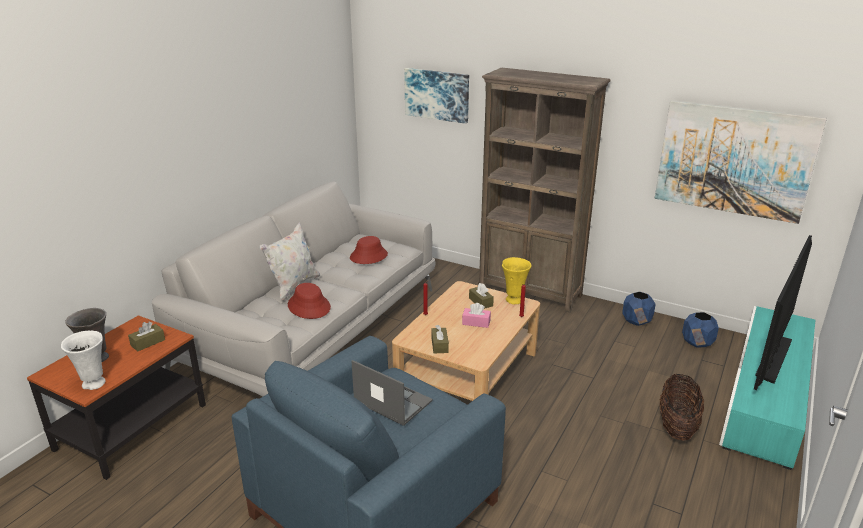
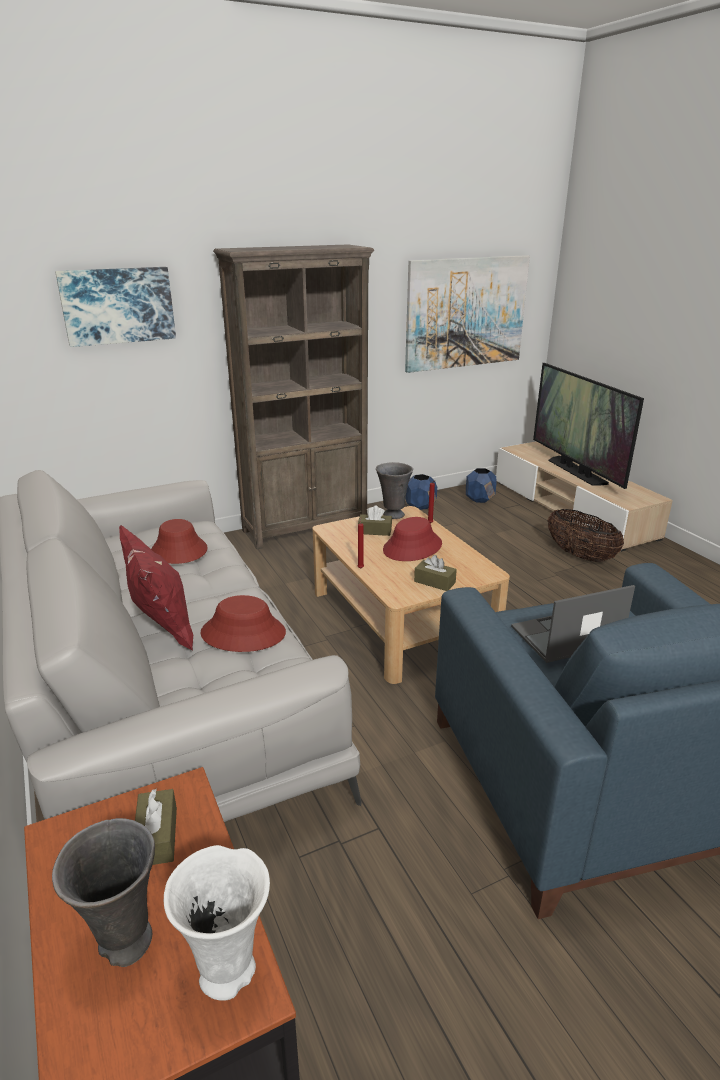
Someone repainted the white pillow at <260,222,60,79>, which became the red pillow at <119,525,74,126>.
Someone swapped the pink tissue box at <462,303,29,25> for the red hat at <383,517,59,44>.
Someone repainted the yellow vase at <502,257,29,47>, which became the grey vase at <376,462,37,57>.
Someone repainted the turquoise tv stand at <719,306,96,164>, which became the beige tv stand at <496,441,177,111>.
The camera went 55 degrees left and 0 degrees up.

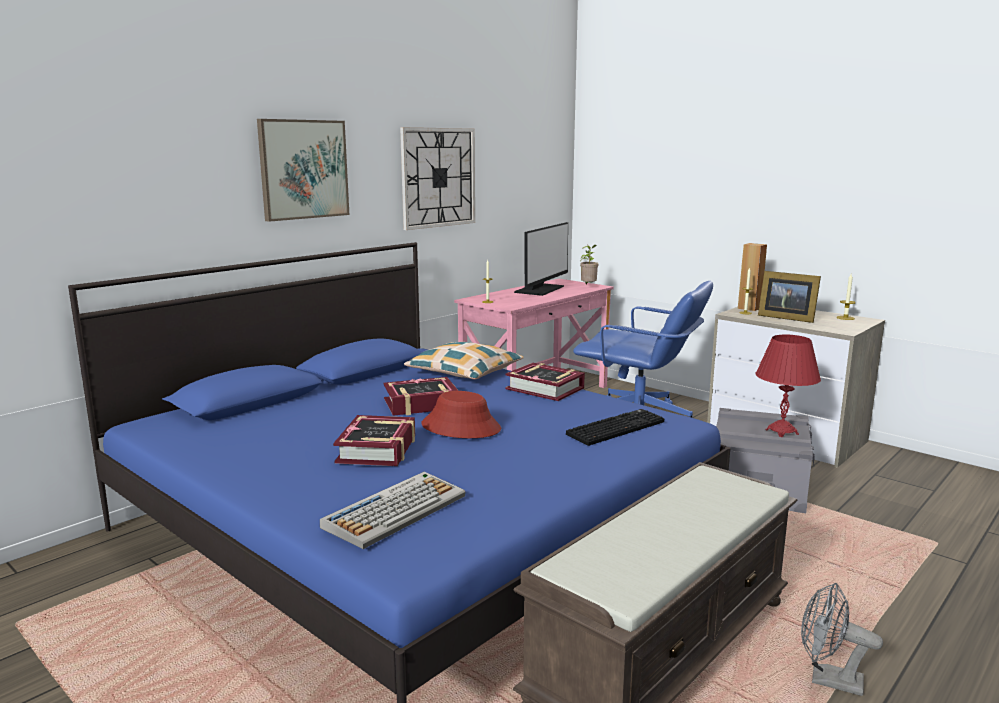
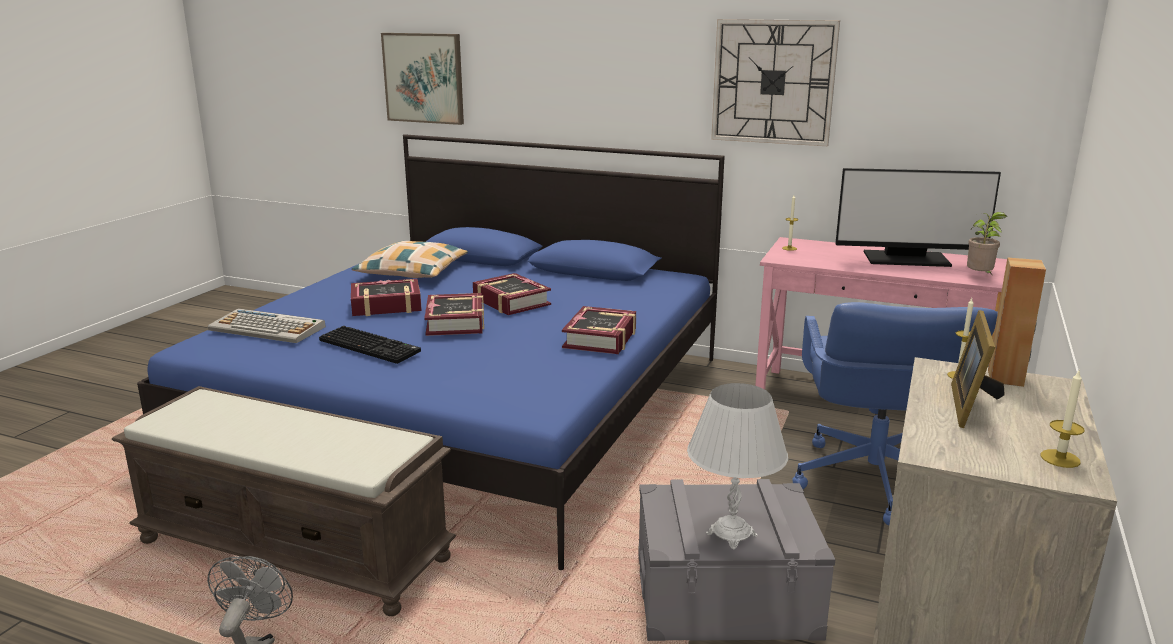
Someone carried the picture from <257,119,92,103> to <381,33,83,92>.
Someone carried the pillow from <404,342,119,37> to <352,241,116,37>.
Someone swapped the red hat at <421,391,80,47> for the book at <424,293,60,43>.
Someone carried the keyboard from <566,409,98,37> to <319,326,102,38>.
Someone repainted the red table lamp at <756,335,65,102>, which became the white table lamp at <687,383,101,166>.
The camera went 70 degrees right and 5 degrees up.

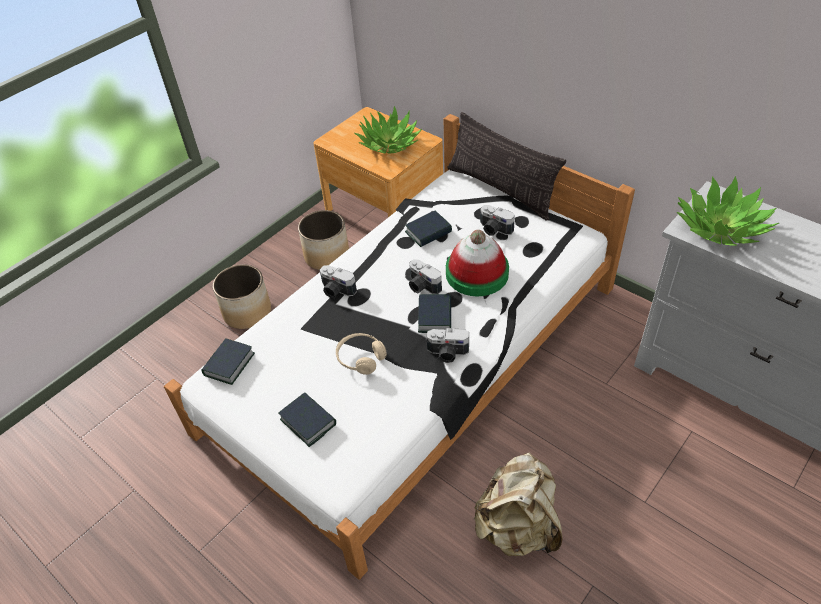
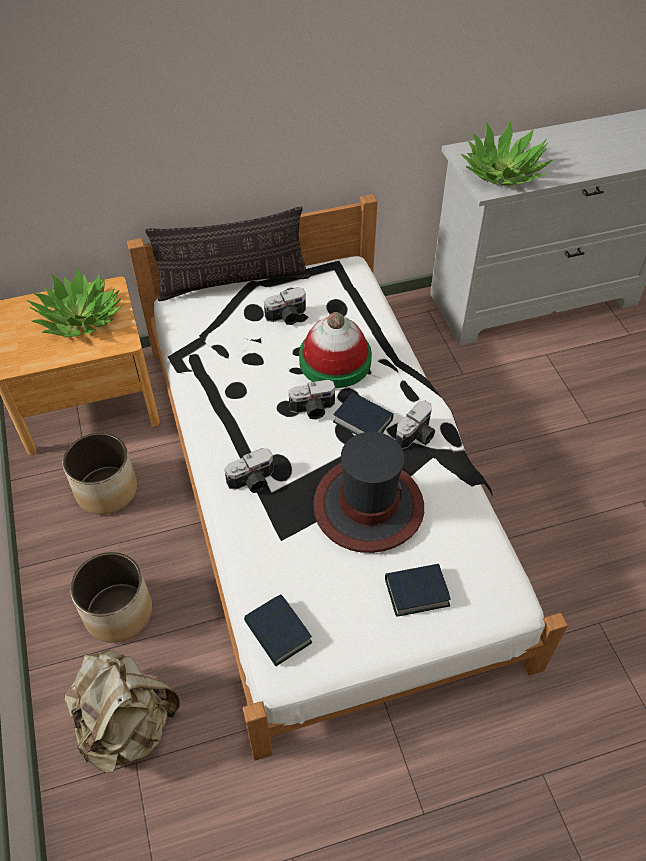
Someone swapped the beige headphones at <336,333,51,42> for the hat at <313,432,111,121>.
Someone took away the book at <405,211,47,36>.
Someone carried the beige backpack from <474,452,89,104> to <64,650,116,123>.
The camera went 60 degrees left and 5 degrees up.

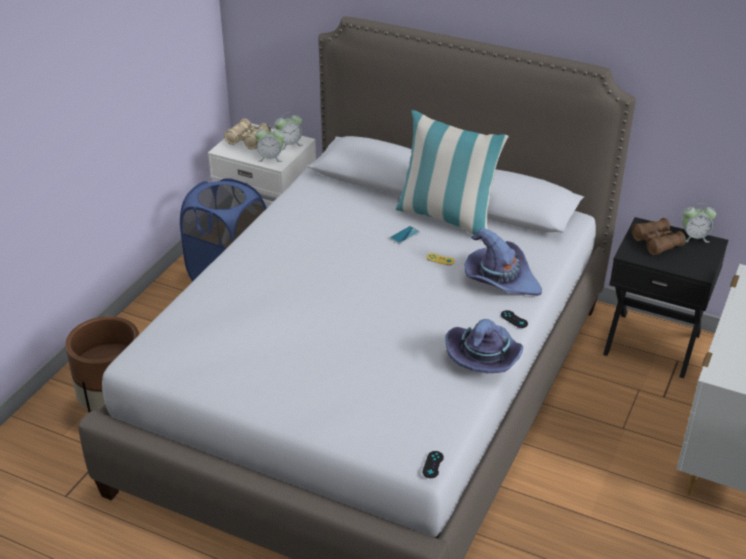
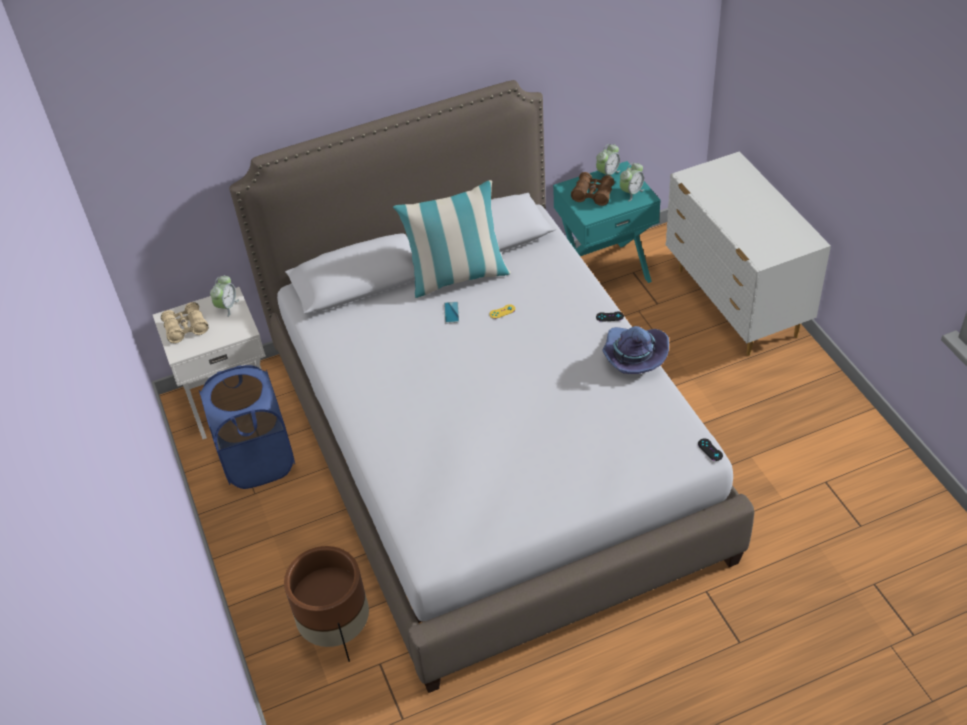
Someone carried the alarm clock from <255,125,29,37> to <620,163,24,38>.
Someone took away the purple hat at <465,228,77,68>.
Someone repainted the black nightstand at <603,217,125,161>, which became the turquoise nightstand at <553,161,108,122>.
The camera went 45 degrees left and 10 degrees up.

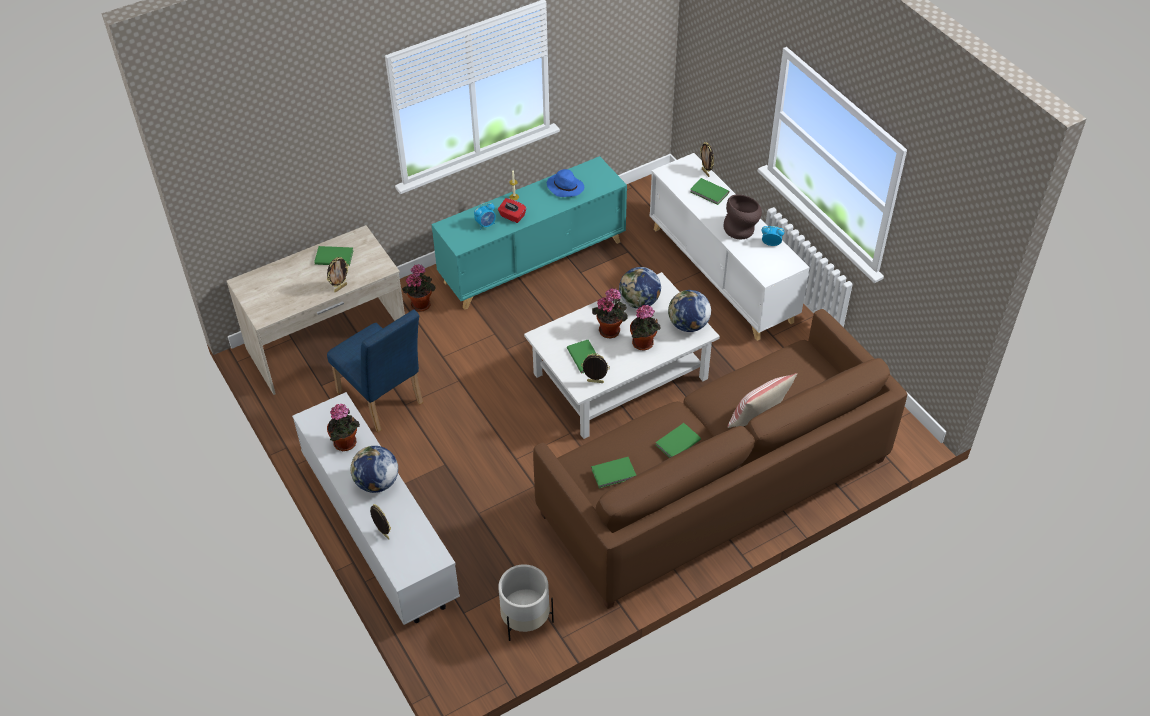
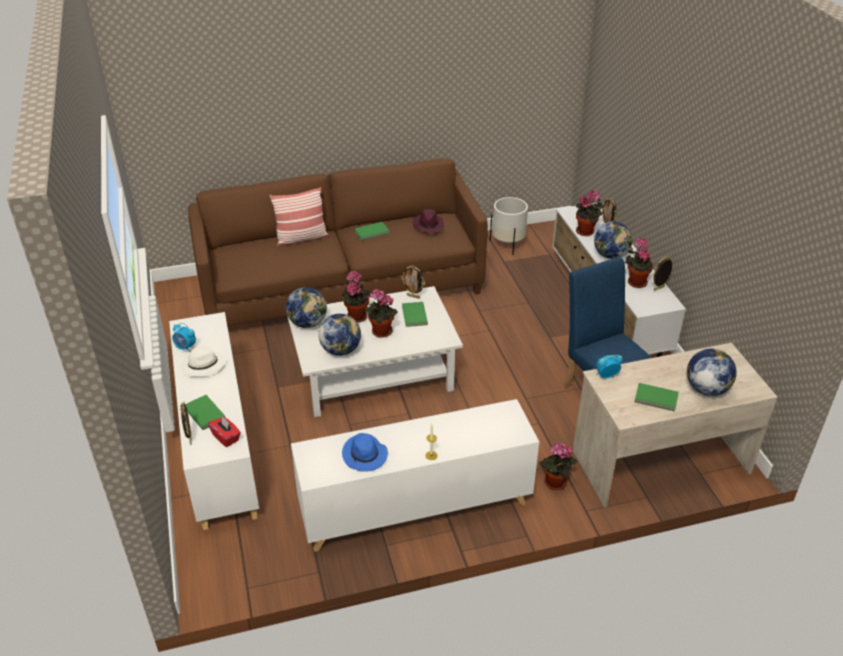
Someone carried the picture frame from <327,257,22,35> to <652,256,20,35>.
Someone repainted the turquoise cabinet at <431,156,196,154>, which became the white cabinet at <291,399,248,153>.
Someone carried the alarm clock from <474,203,22,27> to <596,355,26,23>.
Someone carried the red tissue box from <498,198,28,25> to <208,416,33,31>.
Someone swapped the green book at <591,457,45,31> for the purple hat at <412,209,32,24>.
Someone swapped the brown vase at <724,194,38,45> for the white hat at <181,346,45,31>.
Someone put down the potted plant at <576,190,27,46>.
Someone put down the globe at <687,349,50,47>.
The camera went 165 degrees left and 10 degrees down.

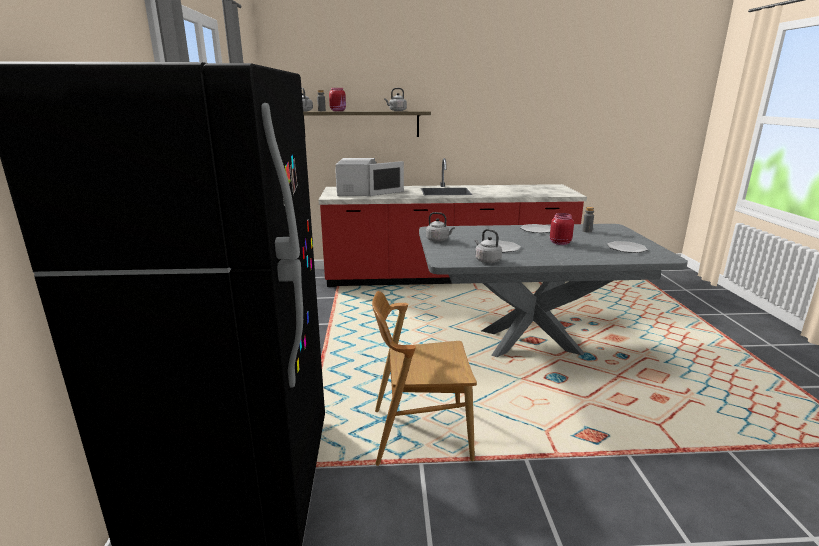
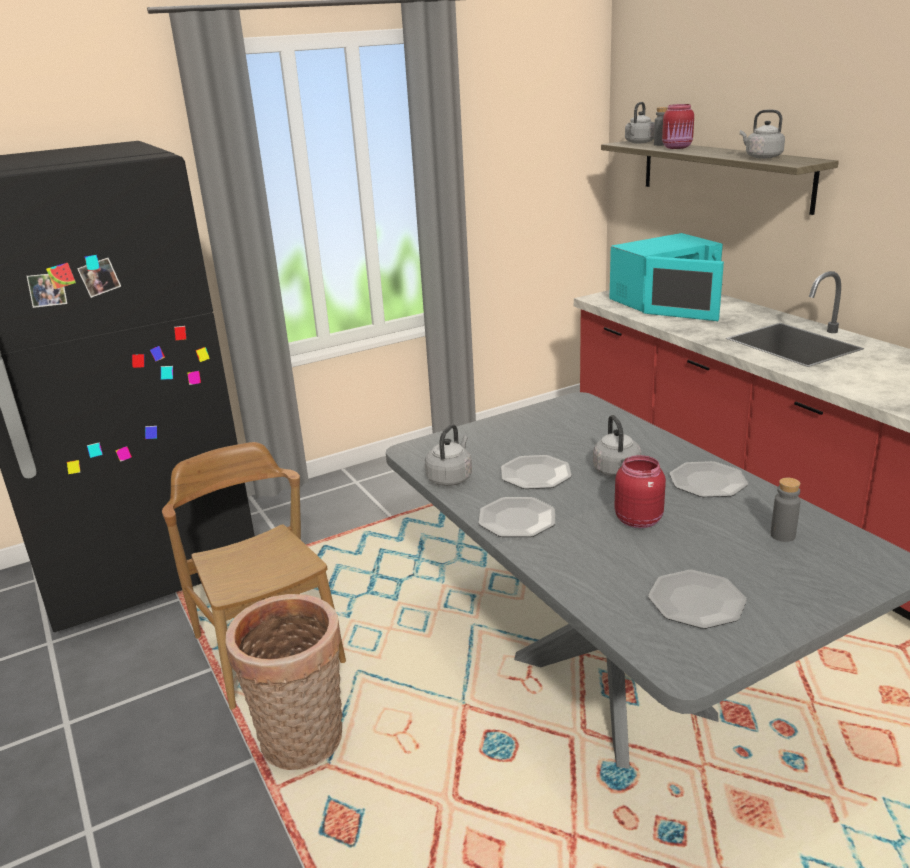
Someone repainted the white microwave at <335,158,69,38>, which became the turquoise microwave at <610,233,114,88>.
Someone carried the grey kettle from <426,212,29,30> to <593,415,48,62>.
Someone put down the basket at <225,594,118,176>.
Someone put down the plate at <479,497,76,40>.
The camera went 65 degrees right and 5 degrees up.

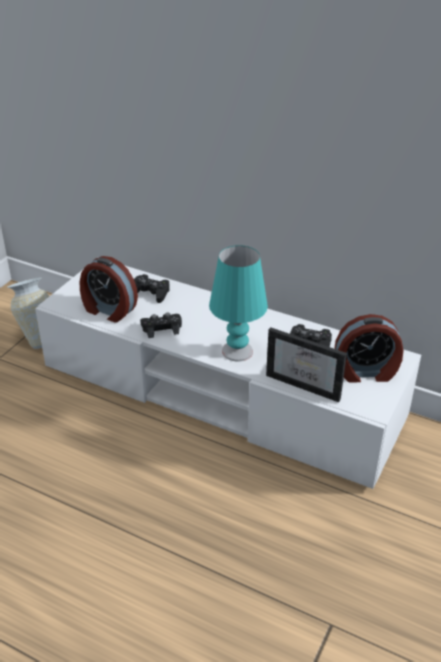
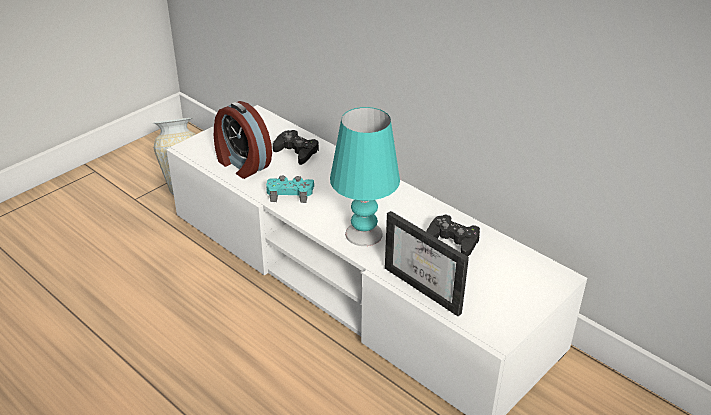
Someone repainted the black game controller at <140,313,42,25>, which became the turquoise game controller at <266,176,48,27>.
Someone took away the alarm clock at <334,314,70,69>.
The camera went 15 degrees right and 0 degrees up.

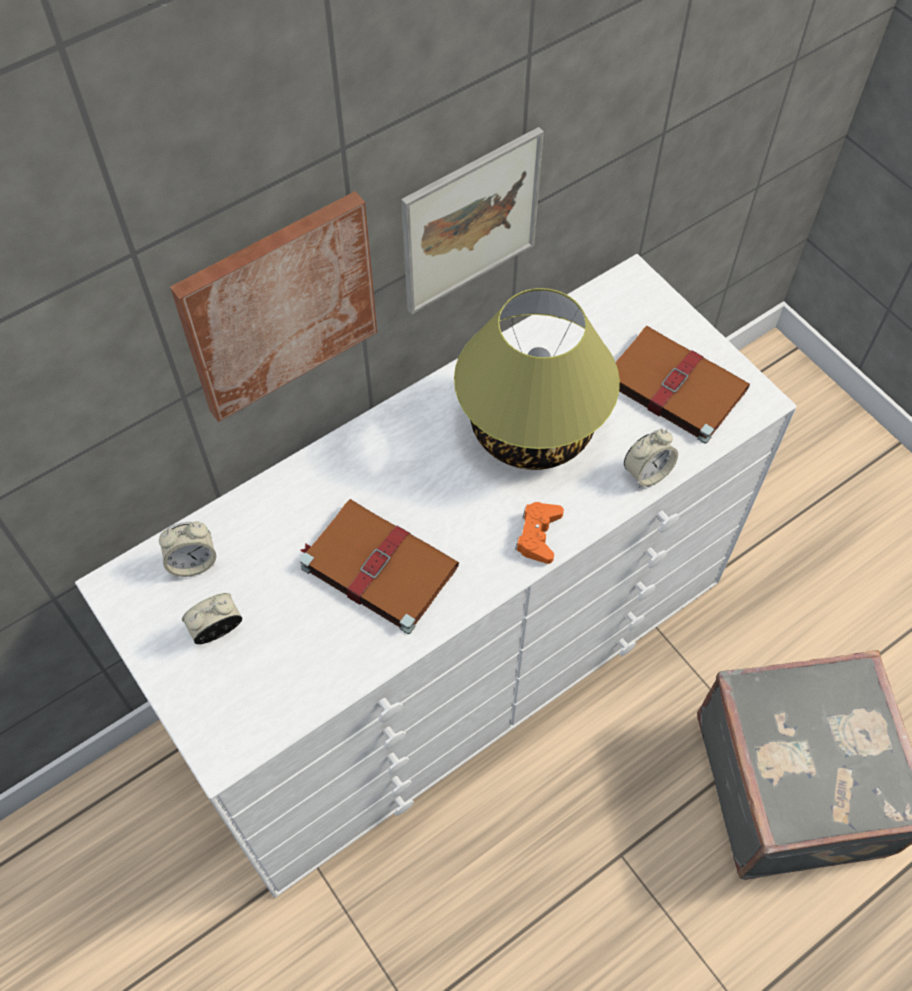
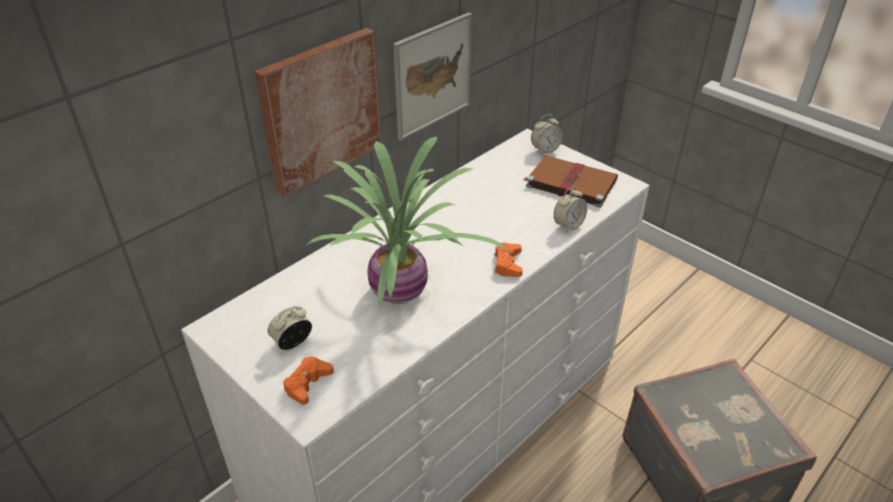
Someone carried the alarm clock from <159,521,57,56> to <531,115,32,40>.
Someone swapped the brown book at <300,499,159,135> for the potted plant at <307,137,201,170>.
Someone took away the table lamp at <454,288,166,182>.
Someone put down the orange game controller at <283,357,51,48>.
The camera went 10 degrees left and 20 degrees down.

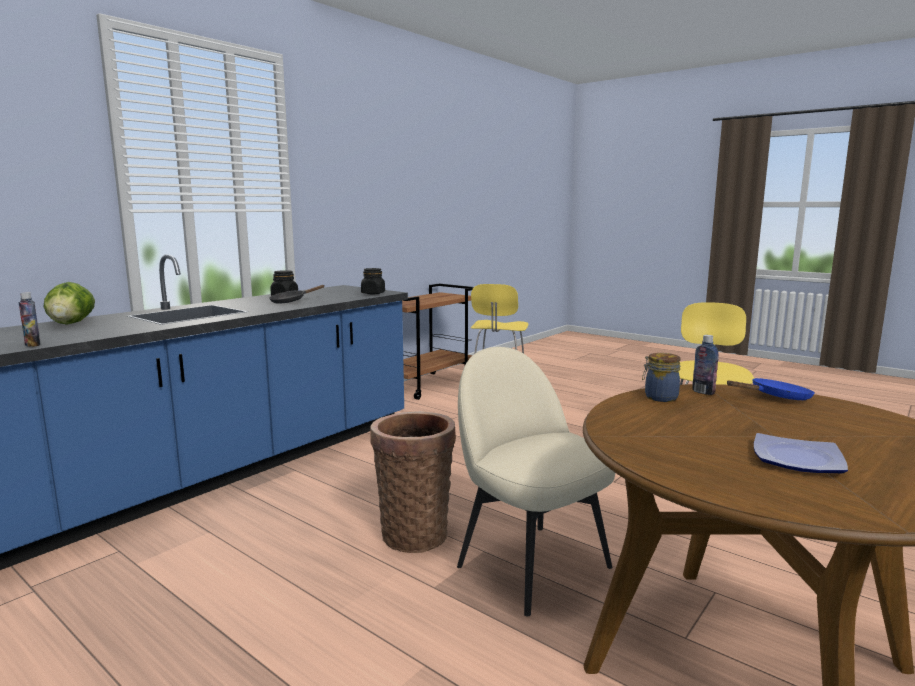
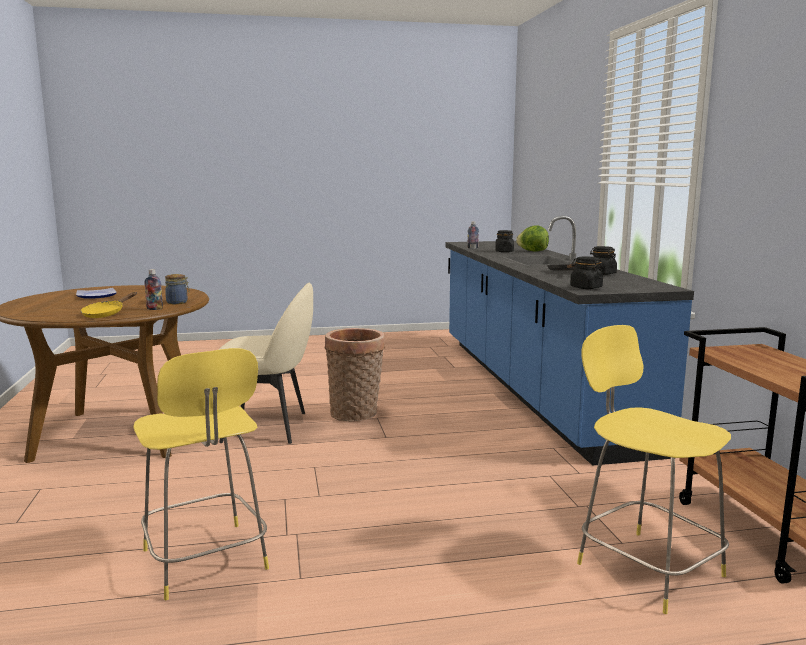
Someone repainted the blue frying pan at <727,378,88,22>, which became the yellow frying pan at <81,292,56,26>.
Someone put down the black jar at <495,230,19,23>.
The camera went 130 degrees right and 0 degrees up.

